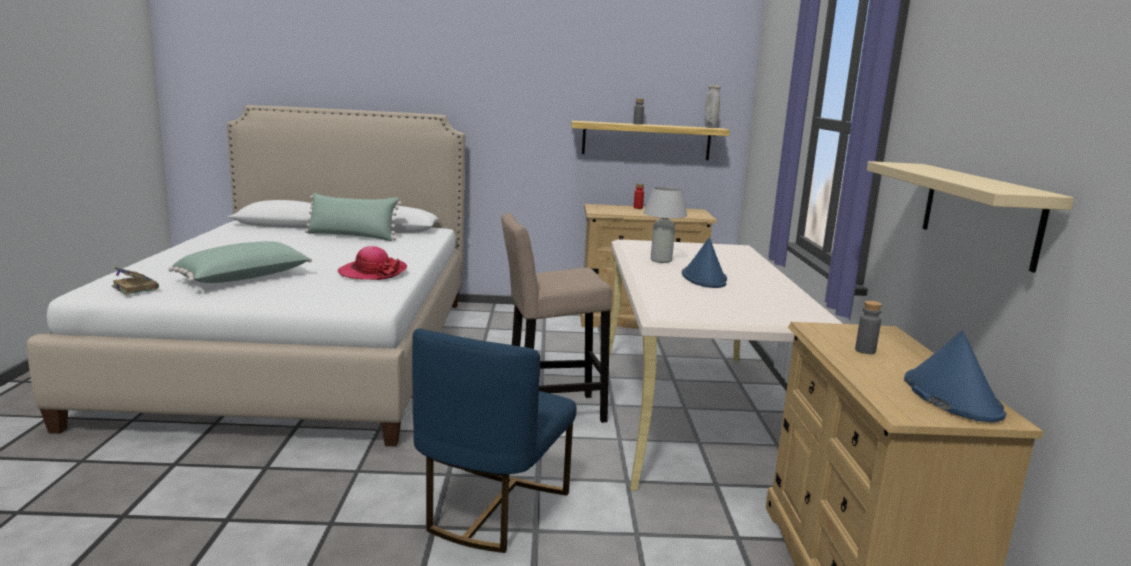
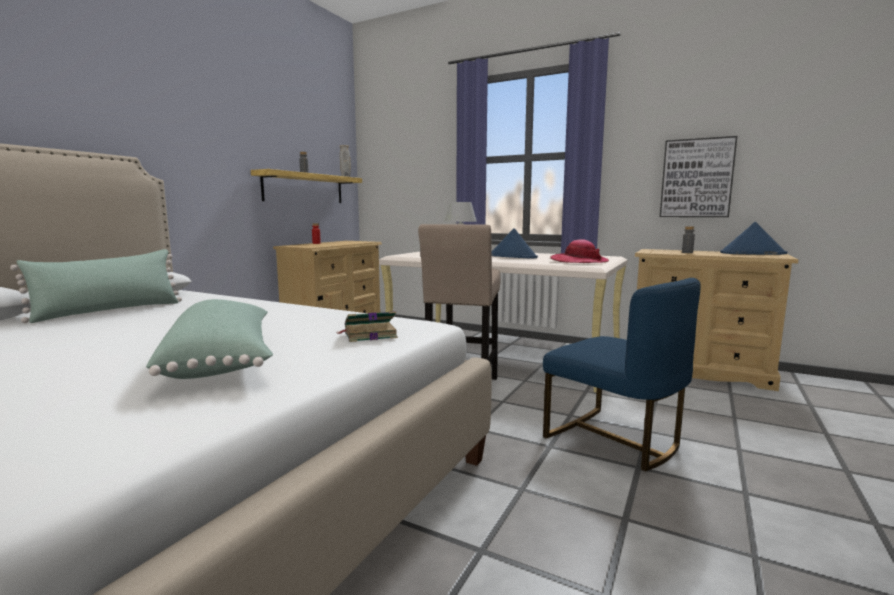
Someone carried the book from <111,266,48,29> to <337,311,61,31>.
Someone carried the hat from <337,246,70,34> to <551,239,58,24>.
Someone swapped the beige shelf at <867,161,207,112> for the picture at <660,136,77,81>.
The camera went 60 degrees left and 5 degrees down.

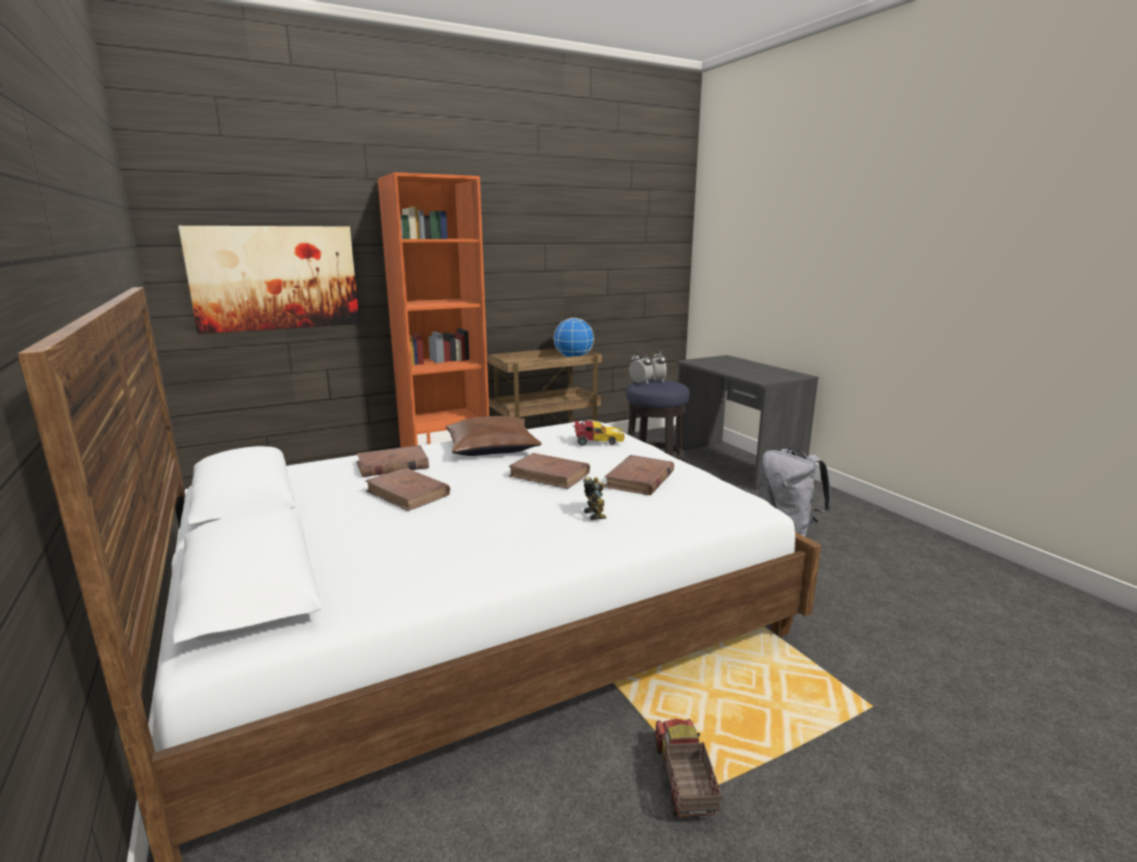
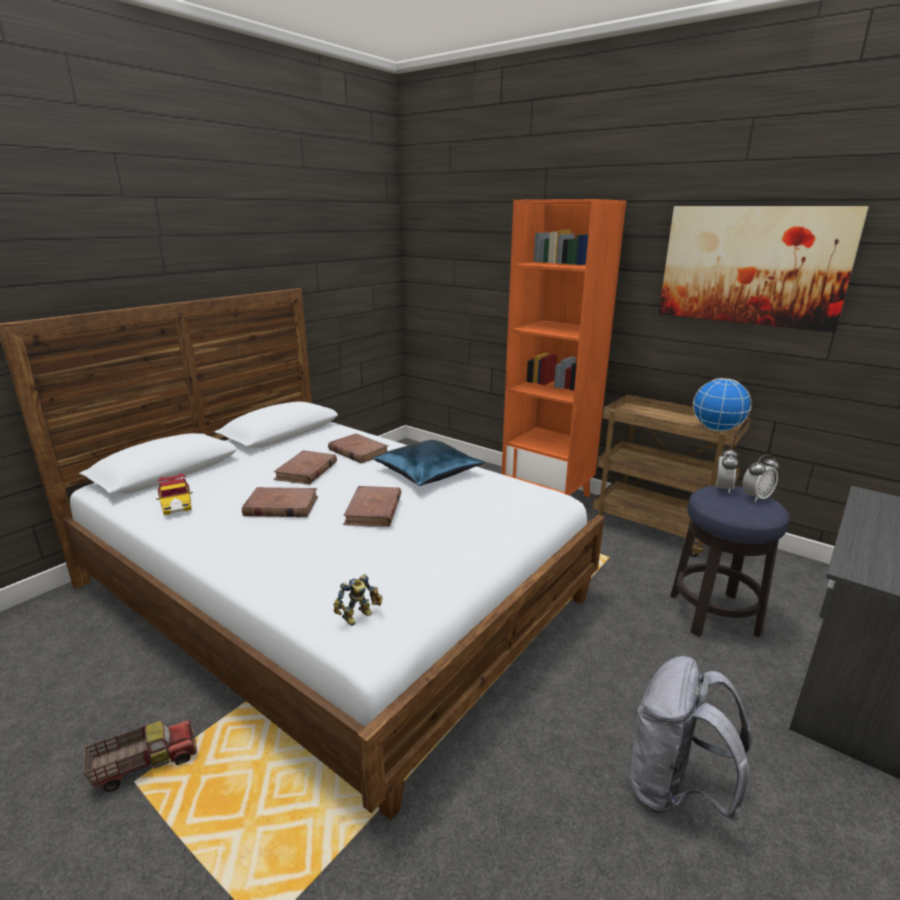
Someone carried the picture from <178,226,182,108> to <659,206,210,126>.
Someone repainted the brown pillow at <446,416,96,40>, which became the blue pillow at <374,440,111,46>.
Someone carried the toy car from <571,421,54,25> to <156,473,37,42>.
Someone carried the toy robot from <584,477,23,43> to <333,574,50,52>.
Someone carried the brown book from <604,455,70,40> to <242,487,76,30>.
The camera went 65 degrees right and 5 degrees up.

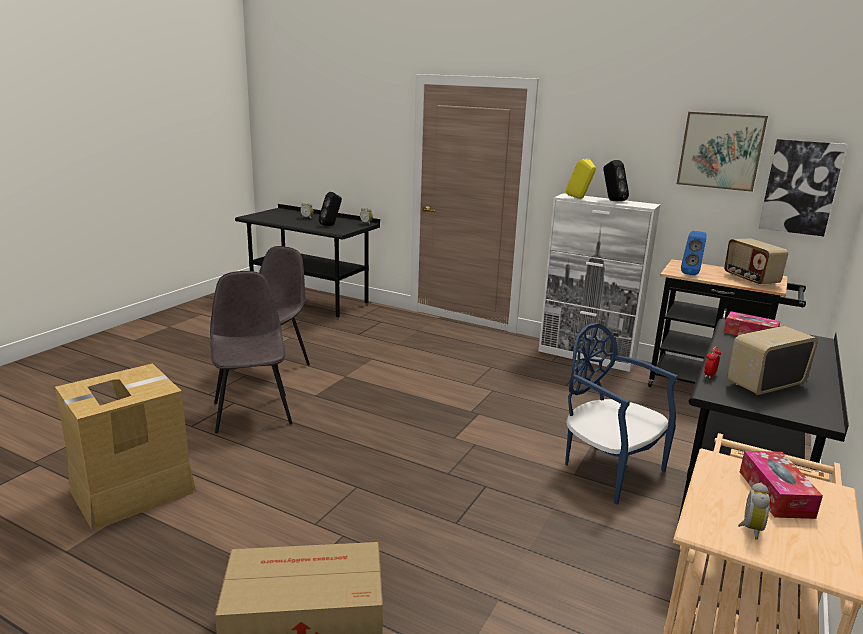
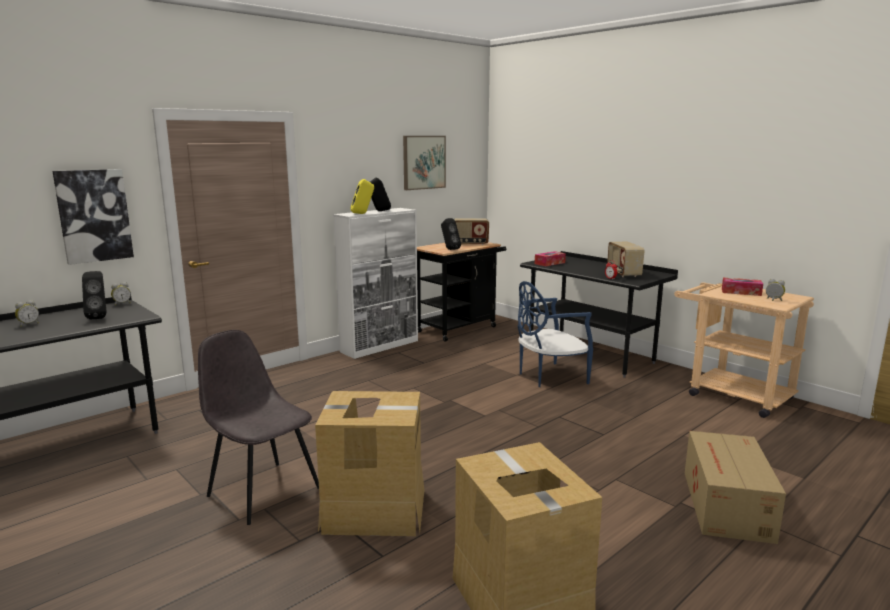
Someone swapped the grey chair at <210,271,83,162> for the cardboard box at <315,391,109,145>.
Someone repainted the blue speaker at <681,231,26,44>, which became the black speaker at <441,218,20,32>.
Someone carried the picture from <758,139,89,98> to <52,169,82,96>.
The camera went 70 degrees left and 5 degrees down.

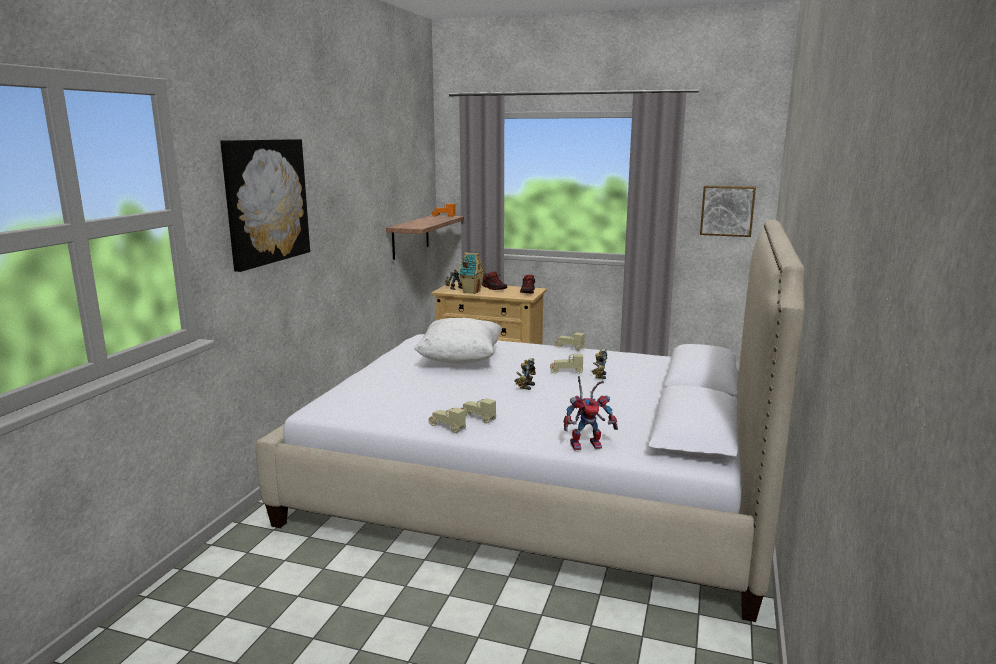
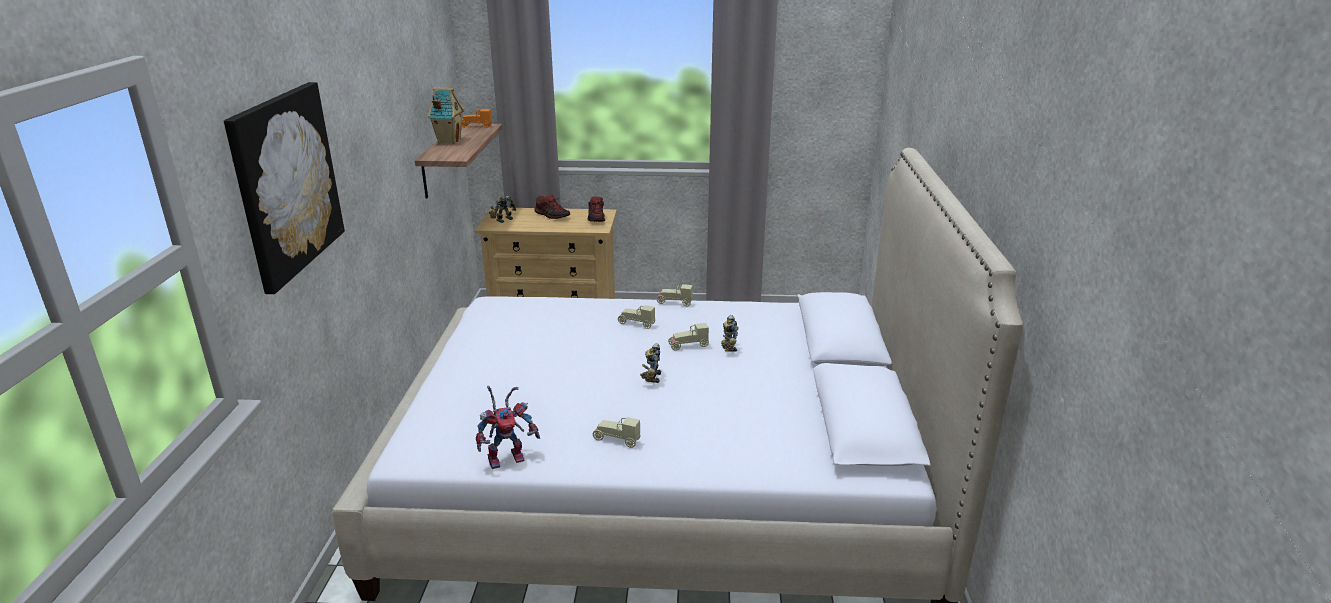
Someone took away the white pillow at <414,318,88,46>.
Someone carried the beige toy car from <429,407,37,26> to <618,305,37,24>.
Someone carried the toy house from <458,252,27,42> to <428,87,36,57>.
Someone carried the toy robot from <563,376,55,74> to <476,386,64,83>.
Someone took away the picture at <700,185,56,52>.
The camera went 15 degrees left and 10 degrees up.

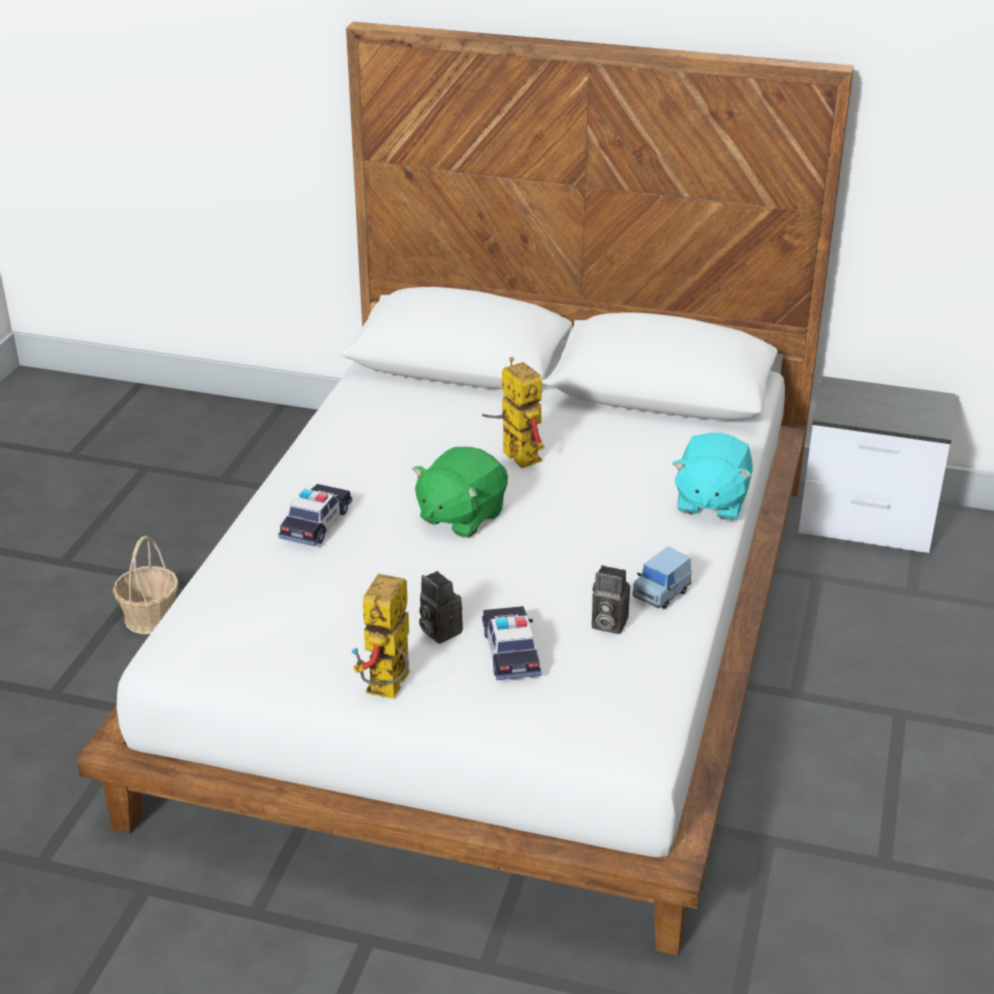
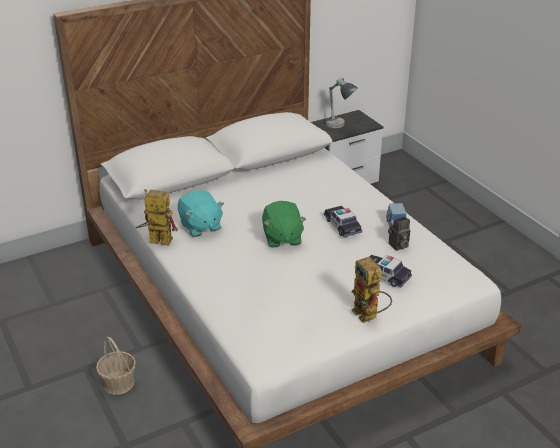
Someone carried the toy car from <278,484,74,62> to <324,206,38,31>.
Someone took away the photo camera at <419,571,44,73>.
Someone carried the toy robot from <482,357,63,111> to <135,189,43,57>.
Someone carried the turquoise plush toy from <672,433,81,87> to <178,190,46,47>.
Someone put down the table lamp at <326,78,31,50>.
The camera went 45 degrees left and 0 degrees up.

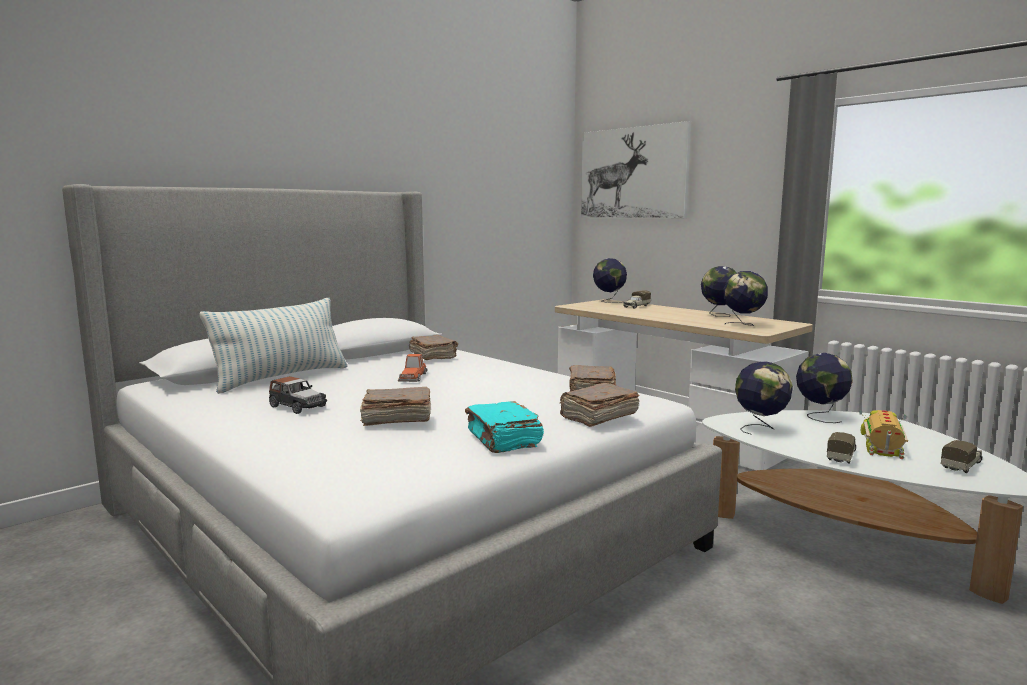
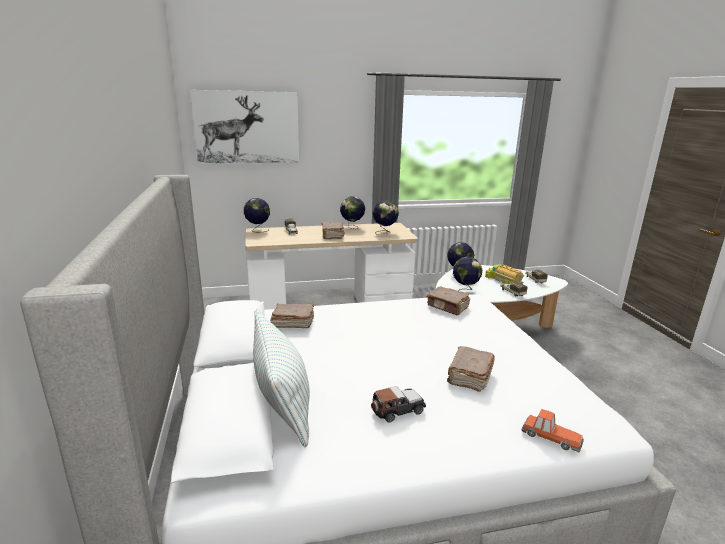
Someone carried the toy car from <398,354,30,28> to <522,409,62,43>.
Someone took away the turquoise book at <465,401,79,52>.
Someone carried the brown book from <560,383,80,44> to <322,222,23,17>.
The camera went 60 degrees left and 10 degrees up.

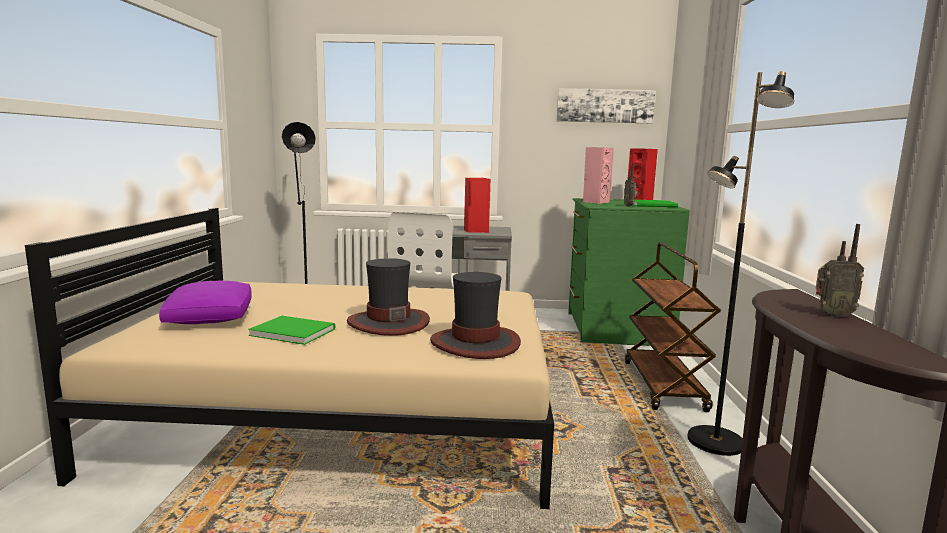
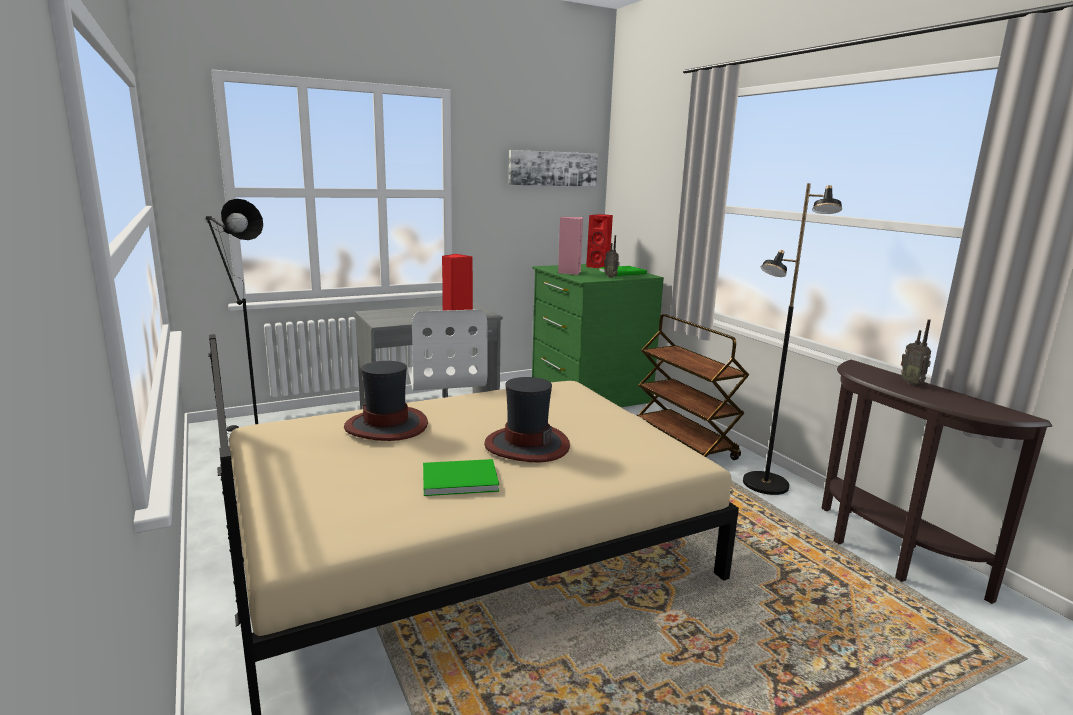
Someone took away the purple pillow at <159,281,93,43>.
Someone carried the hat from <430,272,91,87> to <344,361,84,80>.
Someone rotated the radio at <816,224,48,93> by 90 degrees clockwise.
The camera went 30 degrees left and 5 degrees up.

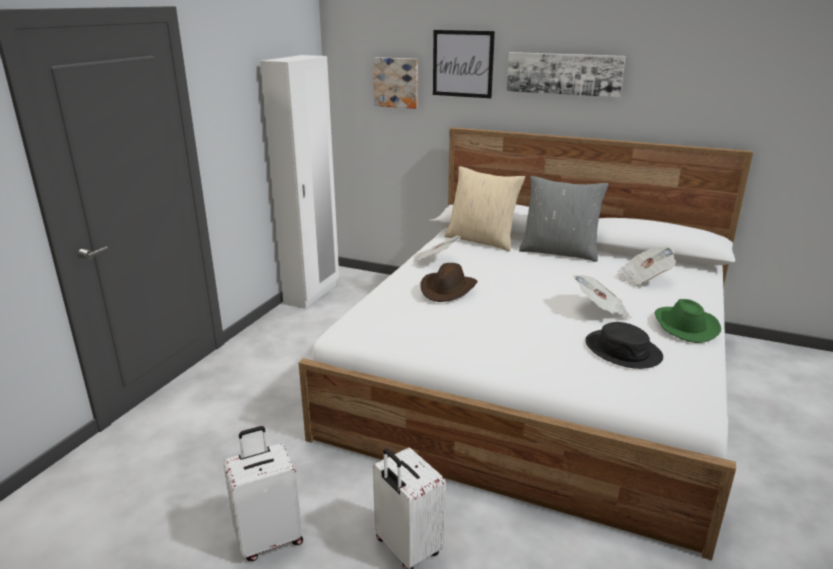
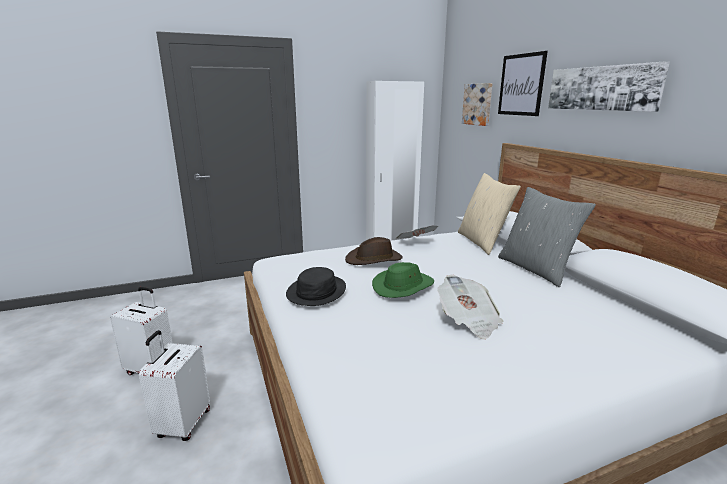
Someone carried the black hat from <585,322,78,47> to <286,267,60,39>.
Someone took away the newspaper at <615,247,61,38>.
Someone carried the green hat from <654,299,67,44> to <372,262,62,36>.
The camera went 45 degrees right and 5 degrees down.

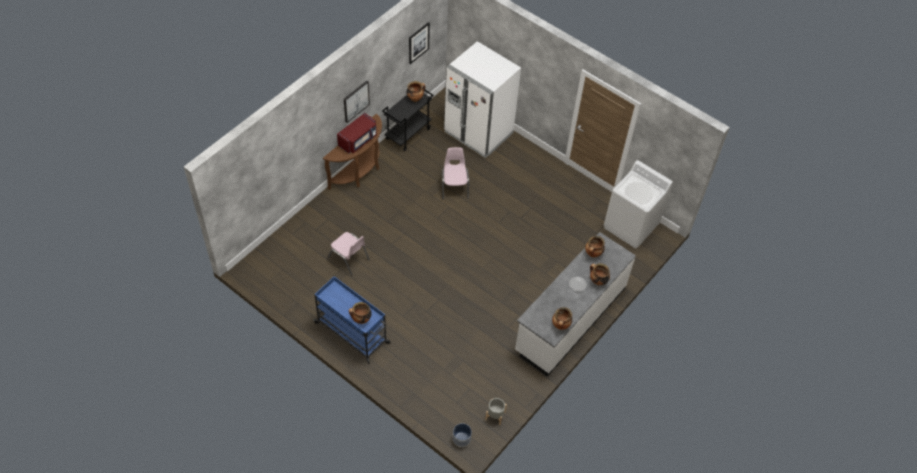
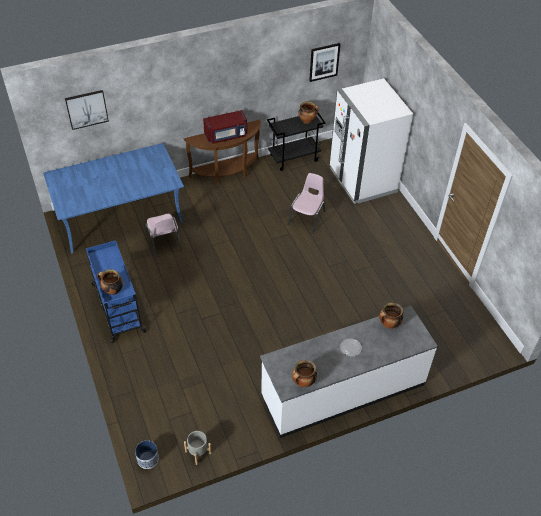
Someone carried the picture from <344,81,26,42> to <65,90,44,40>.
Someone took away the cooking pot at <590,263,20,22>.
Someone took away the white washing machine at <604,160,69,89>.
Someone put down the blue dining table at <43,143,141,111>.
The camera went 30 degrees right and 5 degrees down.

